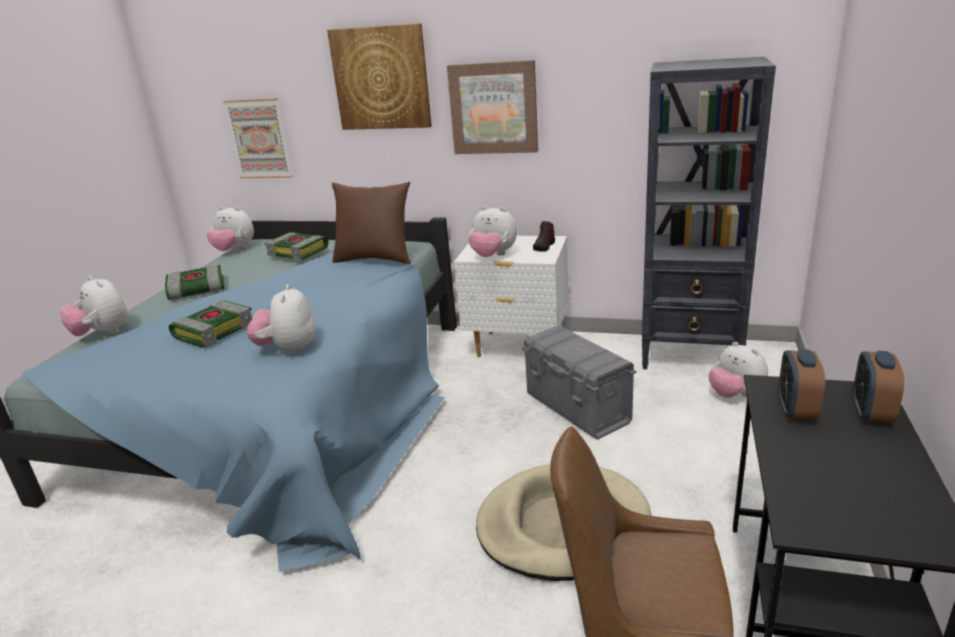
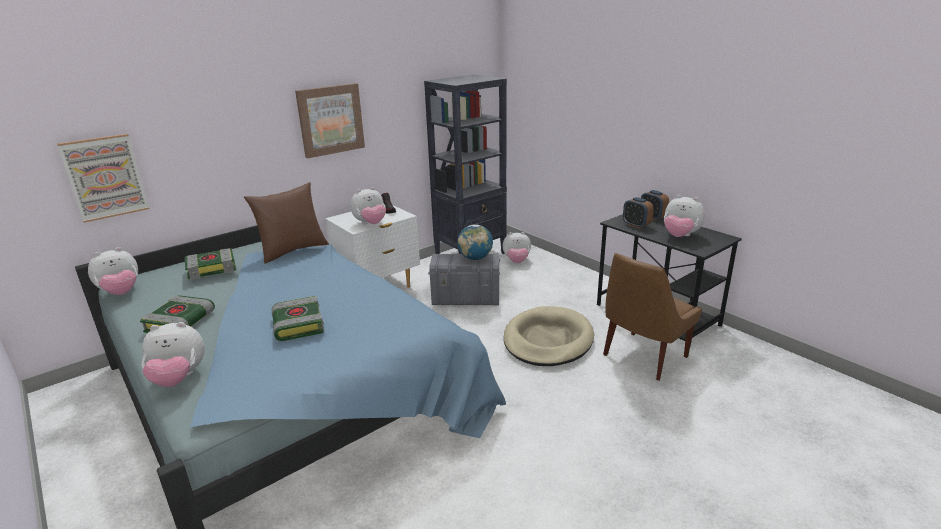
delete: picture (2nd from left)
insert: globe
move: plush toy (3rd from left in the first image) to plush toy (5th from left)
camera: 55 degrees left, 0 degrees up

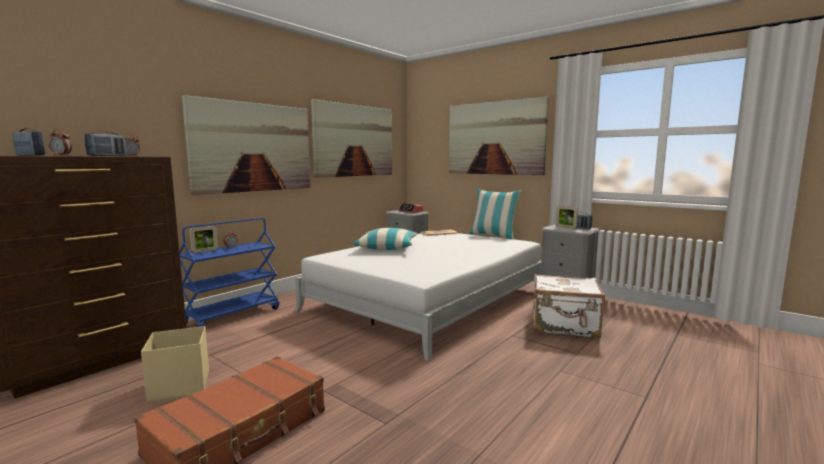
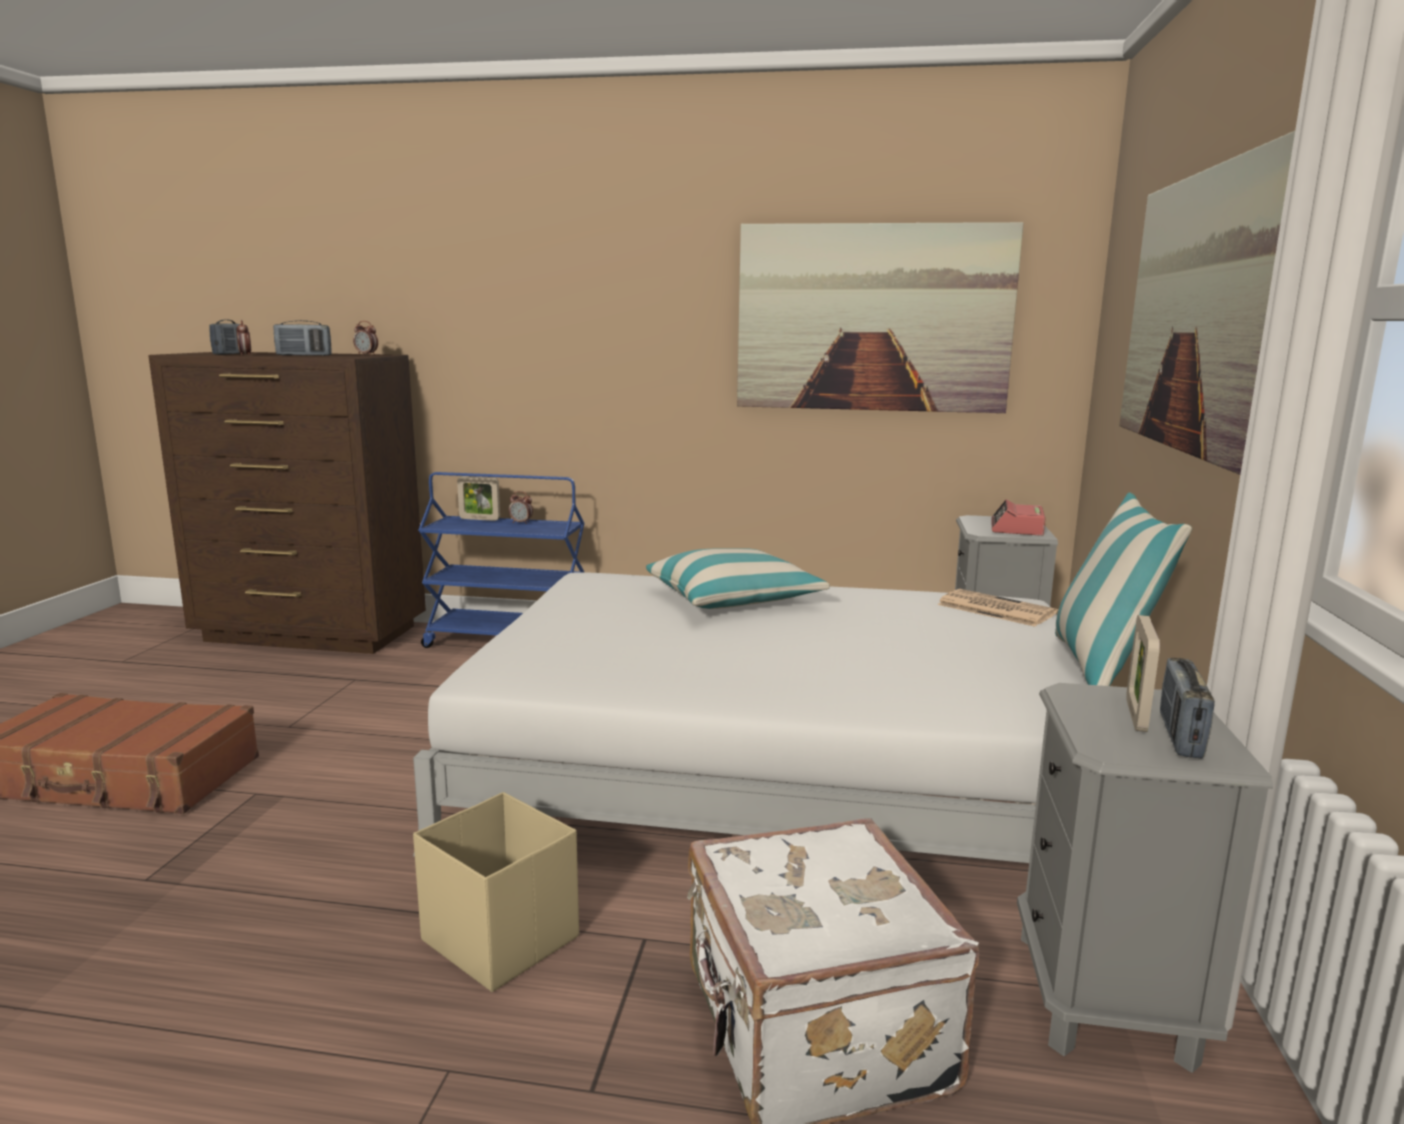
delete: picture (1st from left)
move: beige storage box
camera: 60 degrees right, 5 degrees up

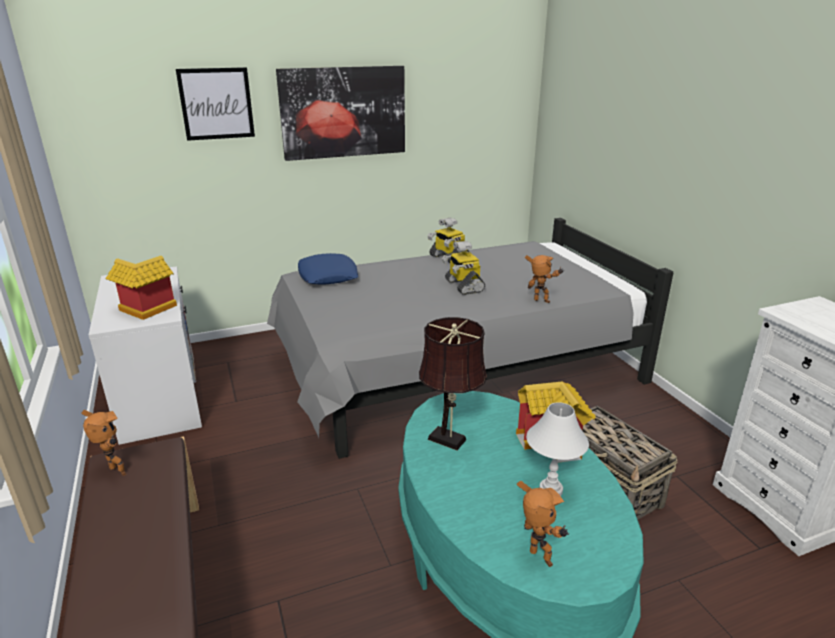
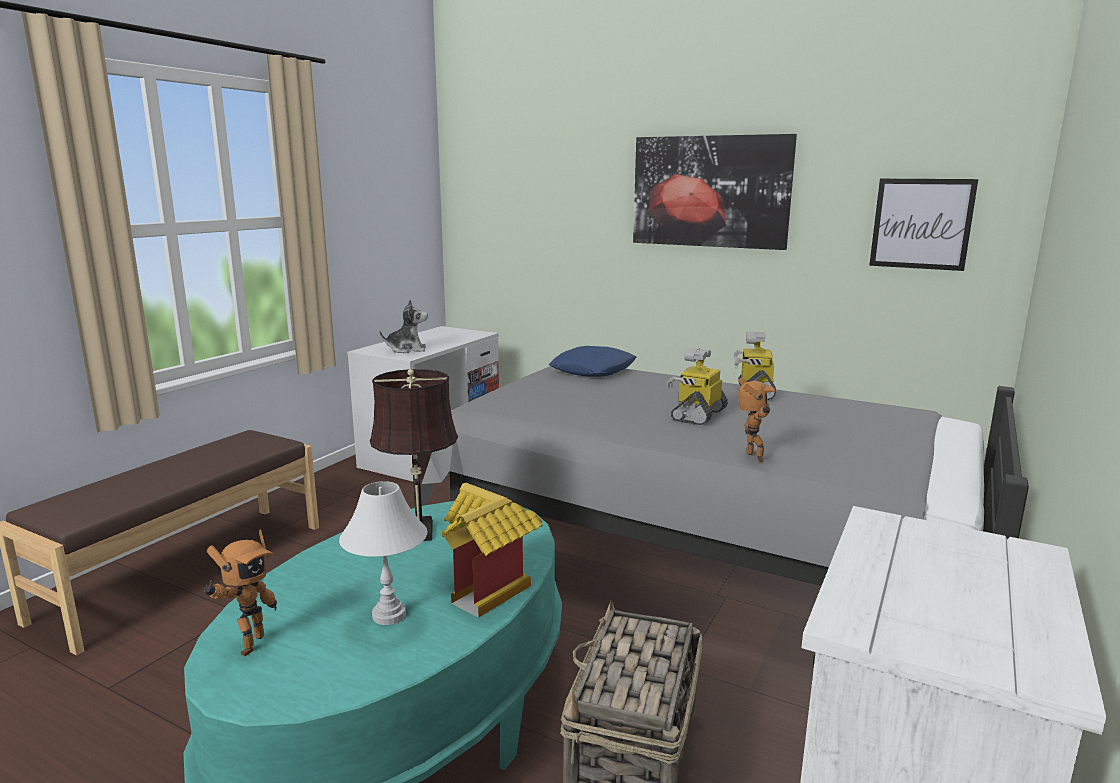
delete: toy robot (1st from left)
move: picture (1st from left in the first image) to picture (2nd from left)
replace: toy house (1st from left) to plush toy
camera: 50 degrees right, 10 degrees down

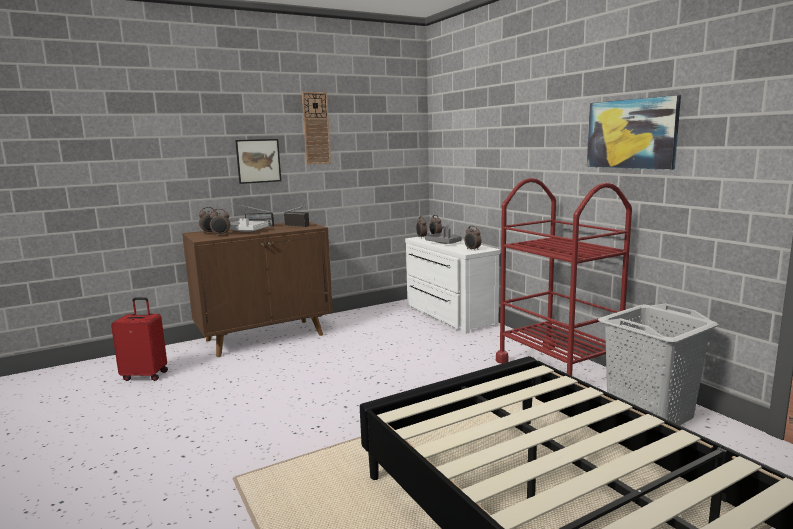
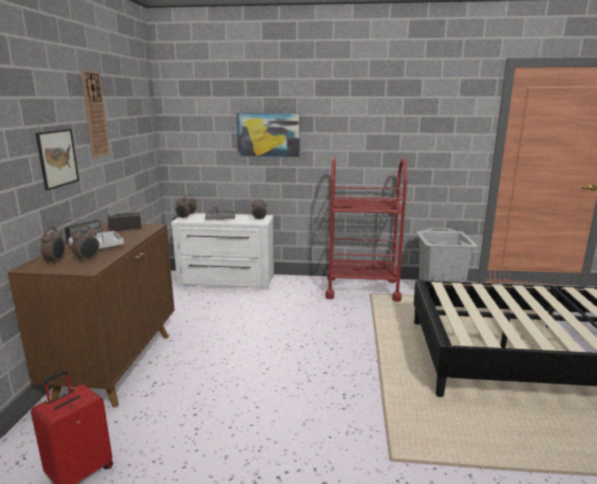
move: picture (2nd from left)
camera: 55 degrees left, 5 degrees up

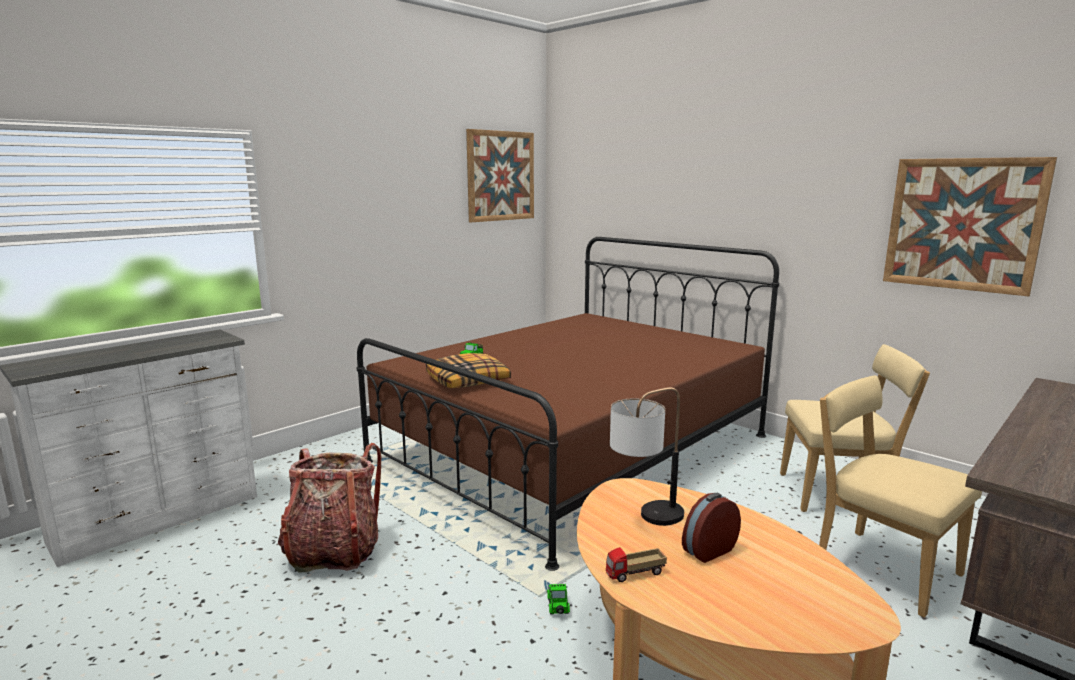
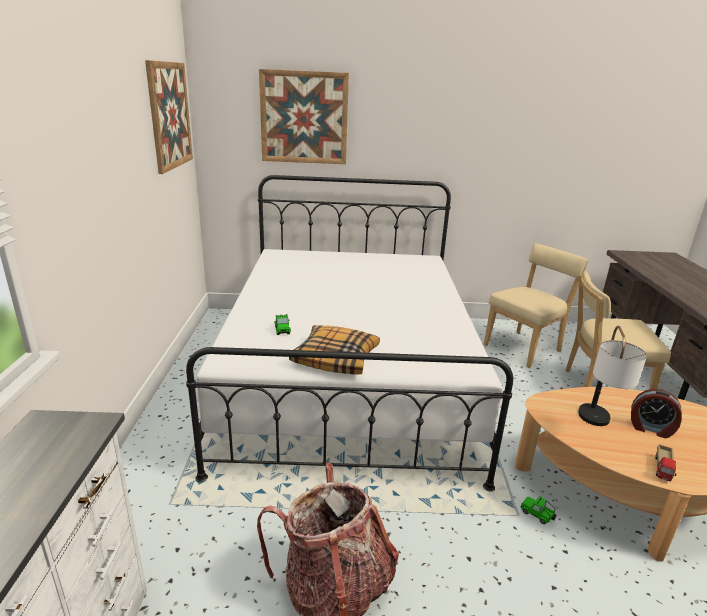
move: picture (2nd from left)
recolor: brown bed to white bed
rotate: alarm clock 75 degrees counterclockwise
camera: 45 degrees left, 10 degrees up

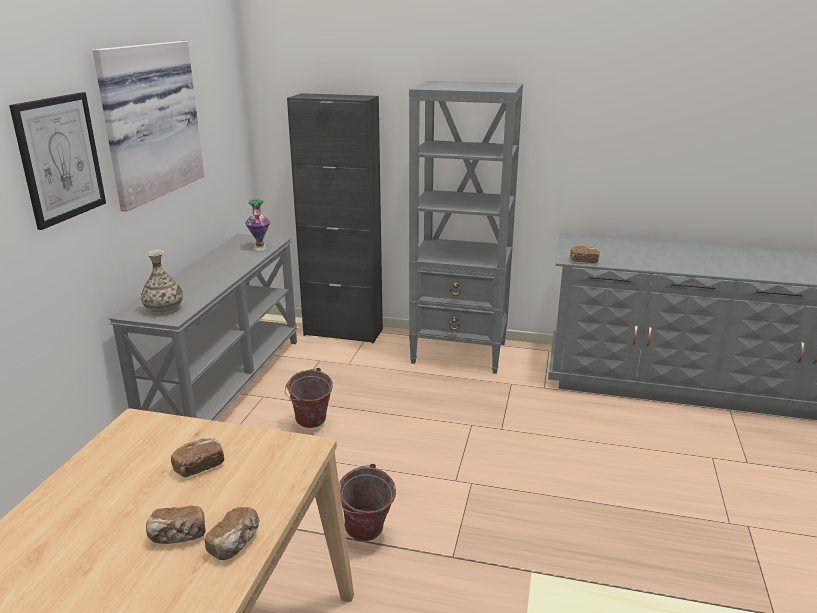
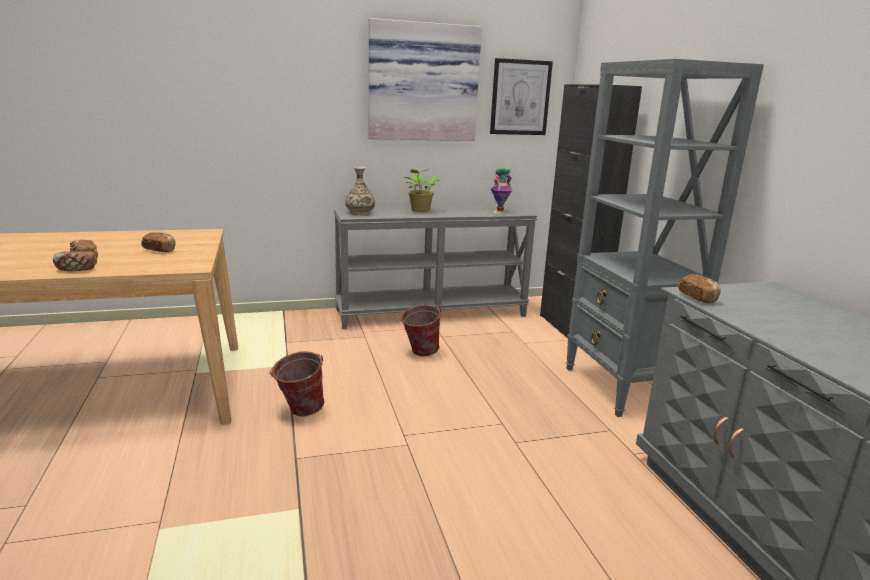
insert: potted plant
move: picture (1st from left in the first image) to picture (2nd from left)
camera: 60 degrees right, 5 degrees down

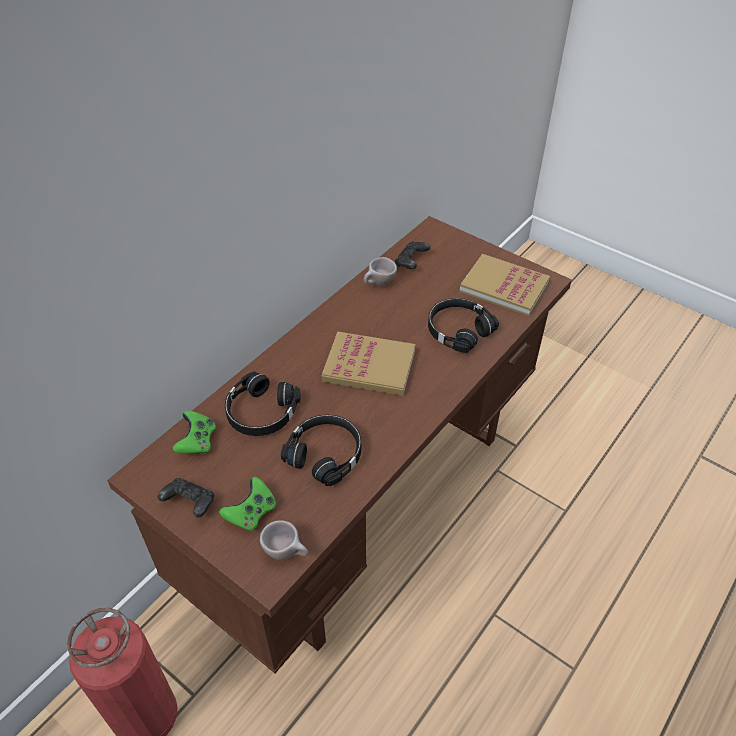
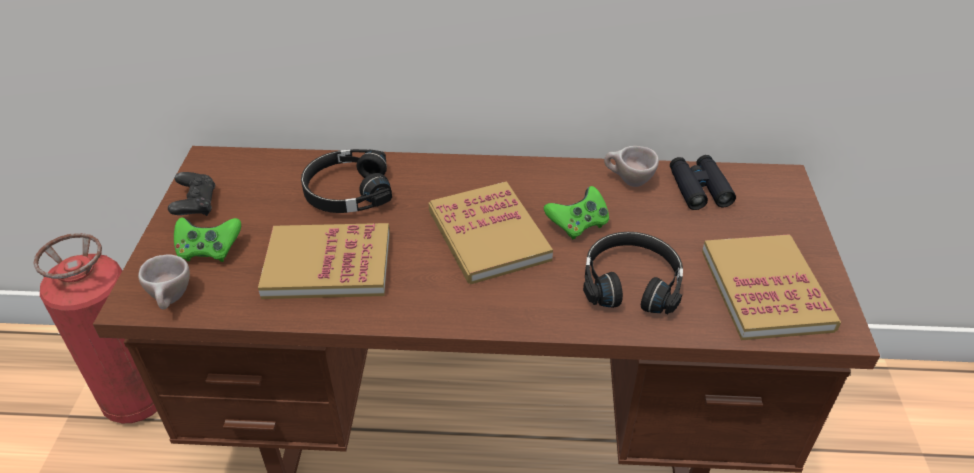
move: green game controller (1st from left in the first image) to green game controller (2nd from left)
replace: black game controller (2nd from left) to black binoculars; black headphones (2nd from left) to book (1st from left)
camera: 55 degrees right, 5 degrees down

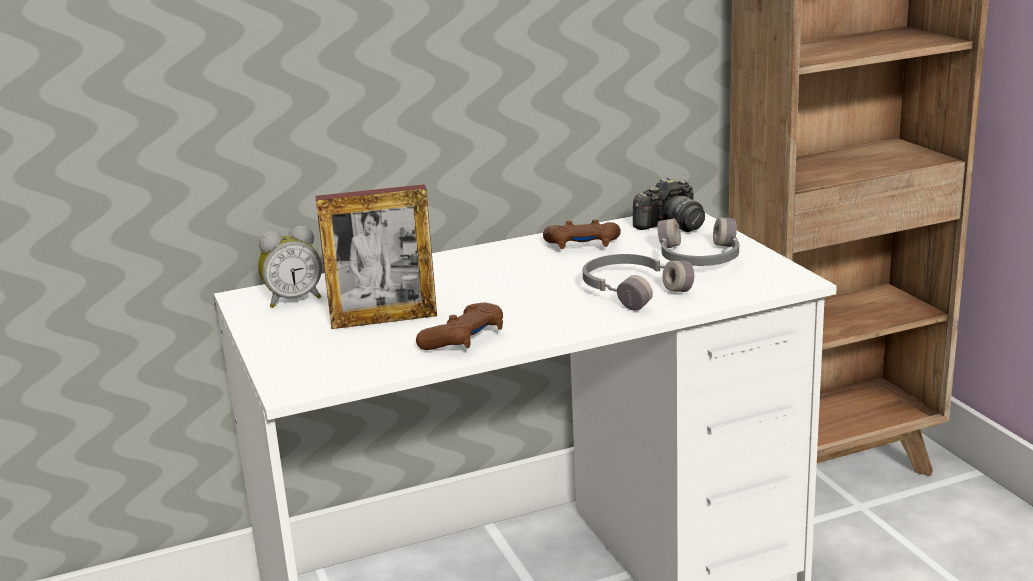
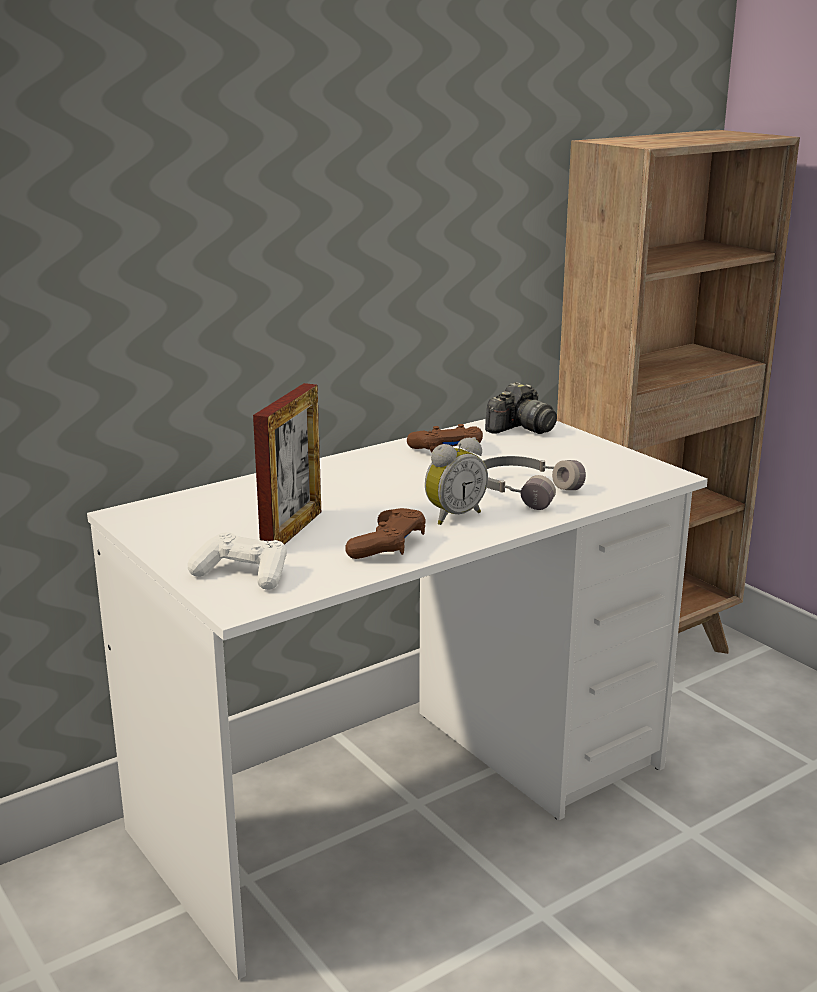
delete: grey headphones (2nd from left)
insert: white game controller
move: alarm clock
rotate: picture frame 45 degrees counterclockwise
camera: 15 degrees left, 0 degrees up

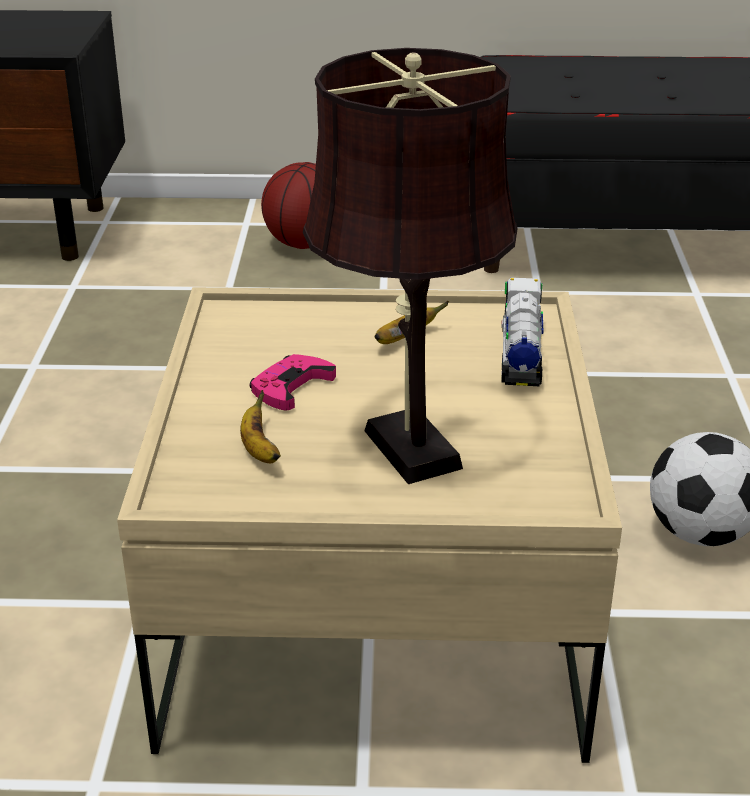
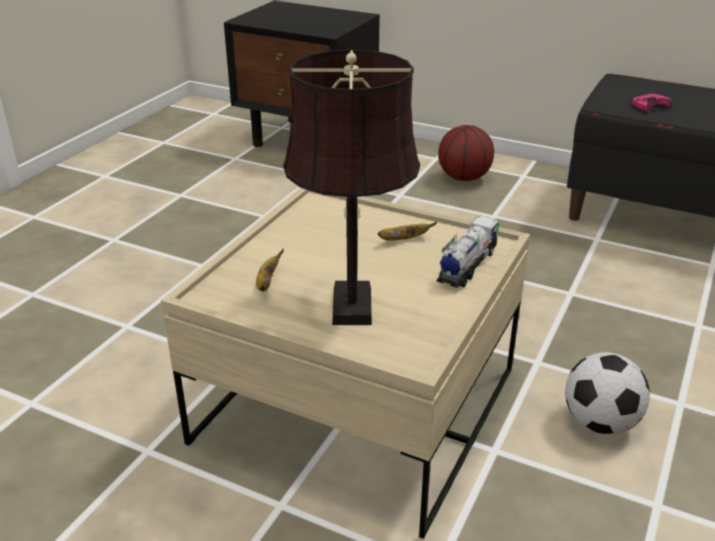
move: pink game controller
camera: 25 degrees right, 0 degrees up

